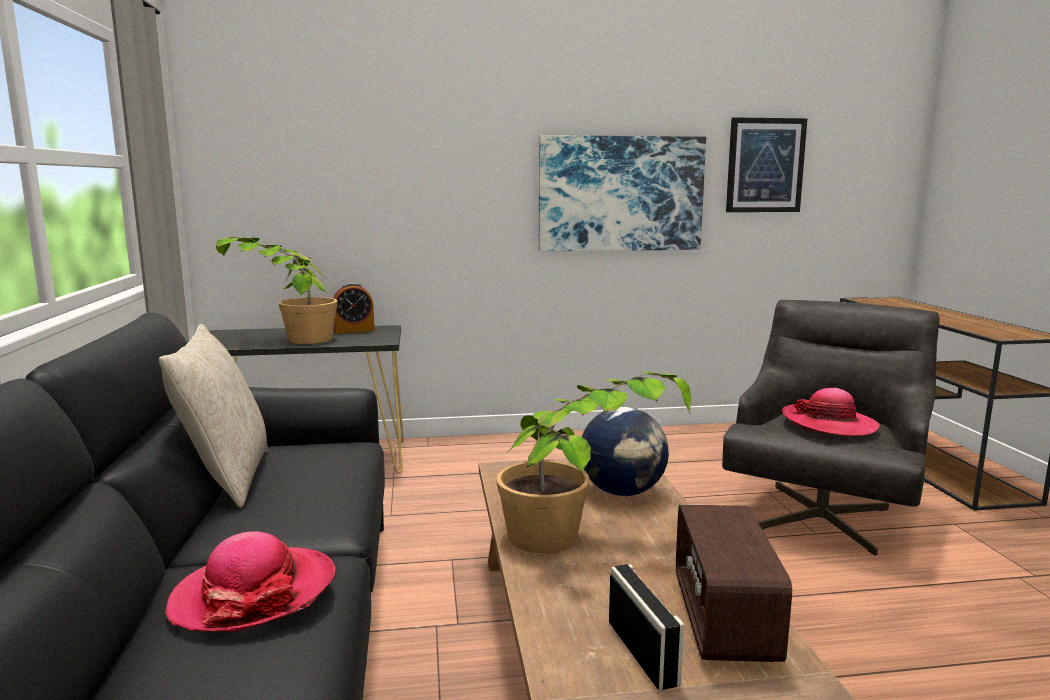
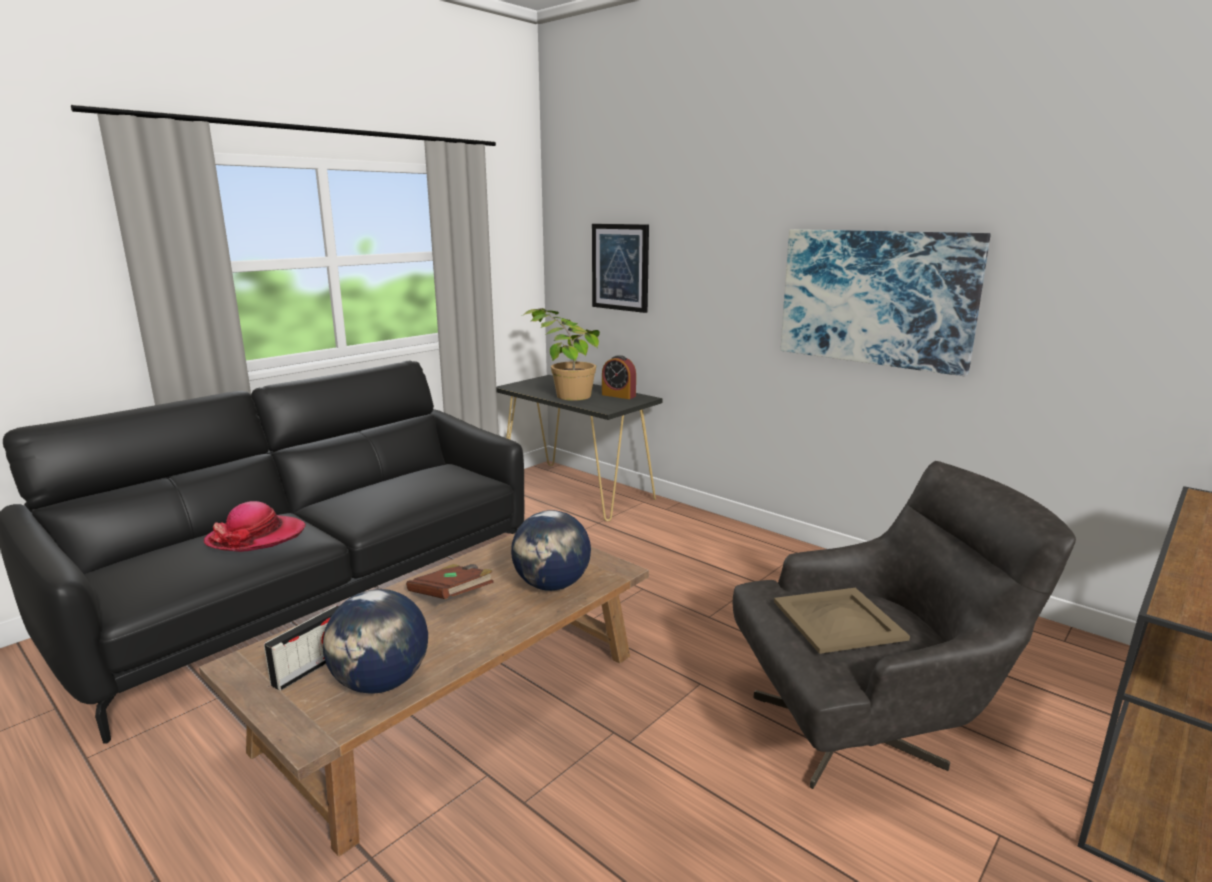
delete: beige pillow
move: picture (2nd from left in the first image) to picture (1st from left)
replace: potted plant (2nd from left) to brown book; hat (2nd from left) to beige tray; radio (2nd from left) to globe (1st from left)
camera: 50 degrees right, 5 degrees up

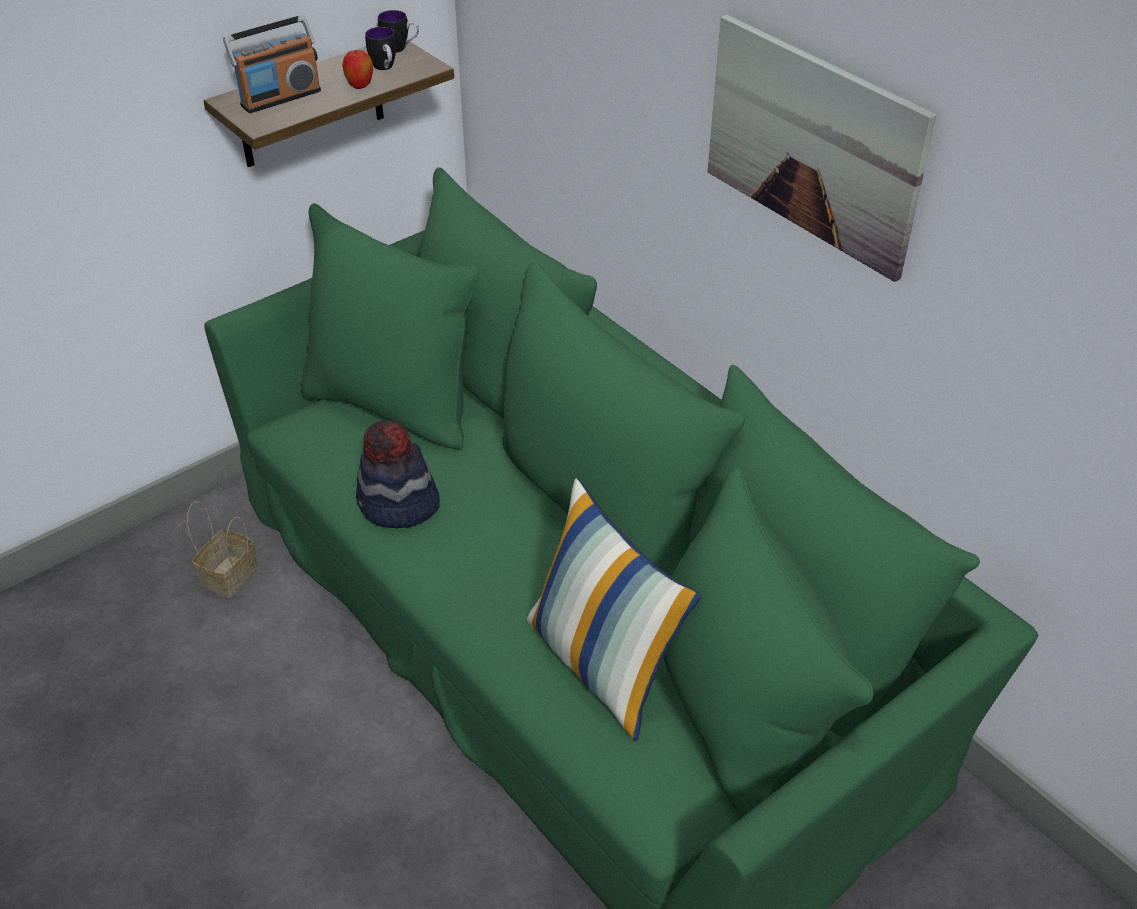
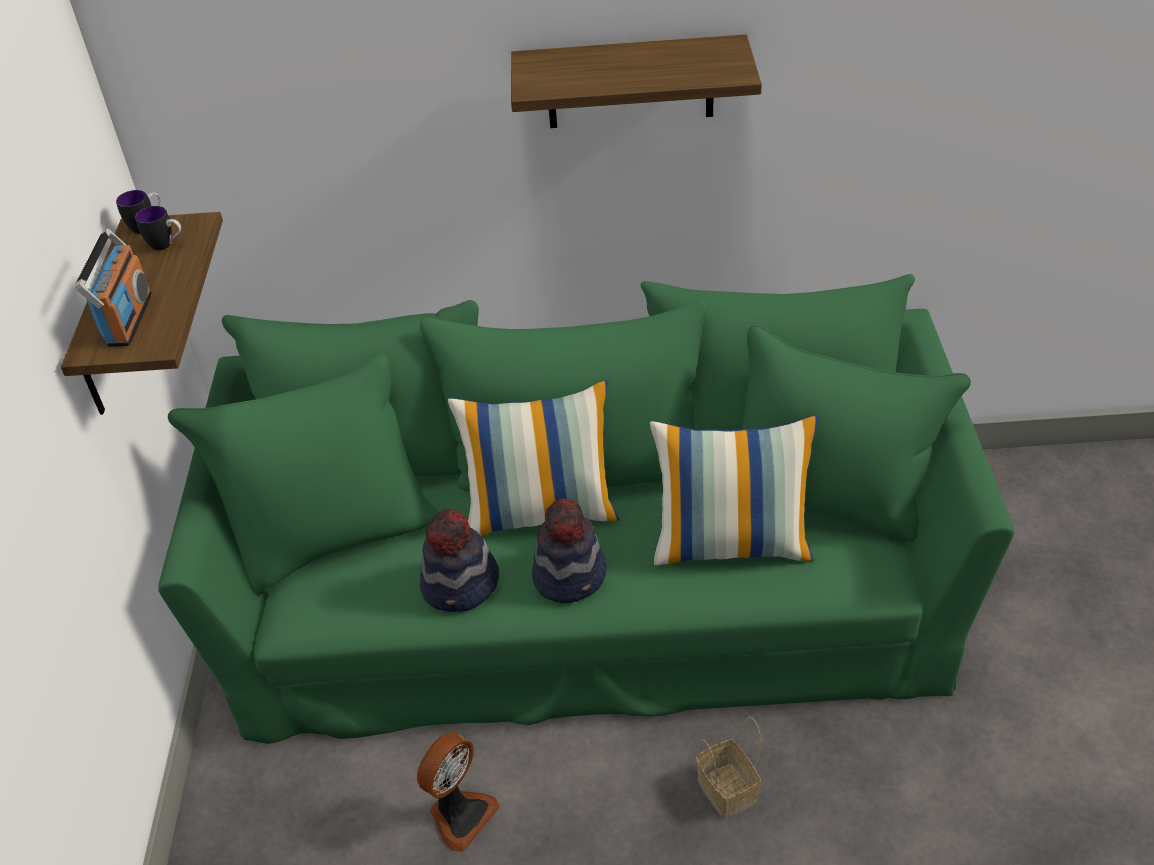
delete: apple
insert: pillow (1st from left); hat (2nd from left); fan
move: basket
replace: picture to shelf (2nd from left)
camera: 50 degrees left, 0 degrees up

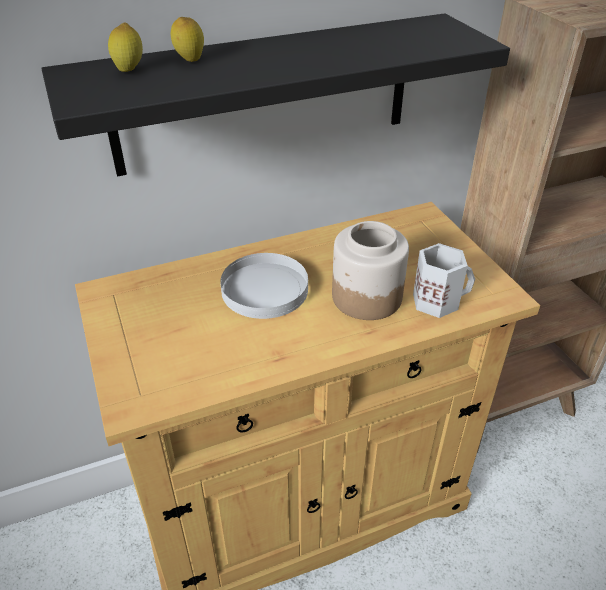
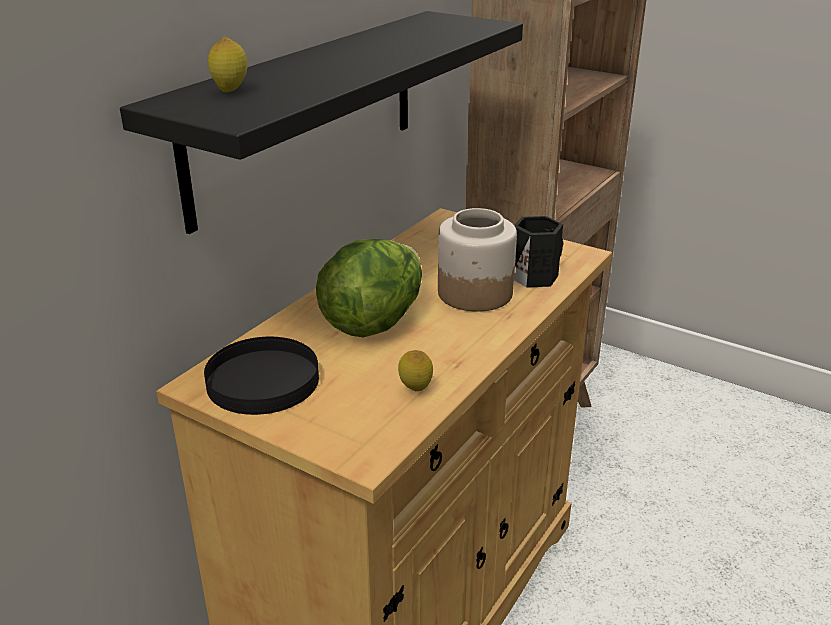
insert: black plate
move: lemon (2nd from left)
replace: white plate to lettuce
recolor: white mug to black mug
camera: 35 degrees left, 10 degrees down

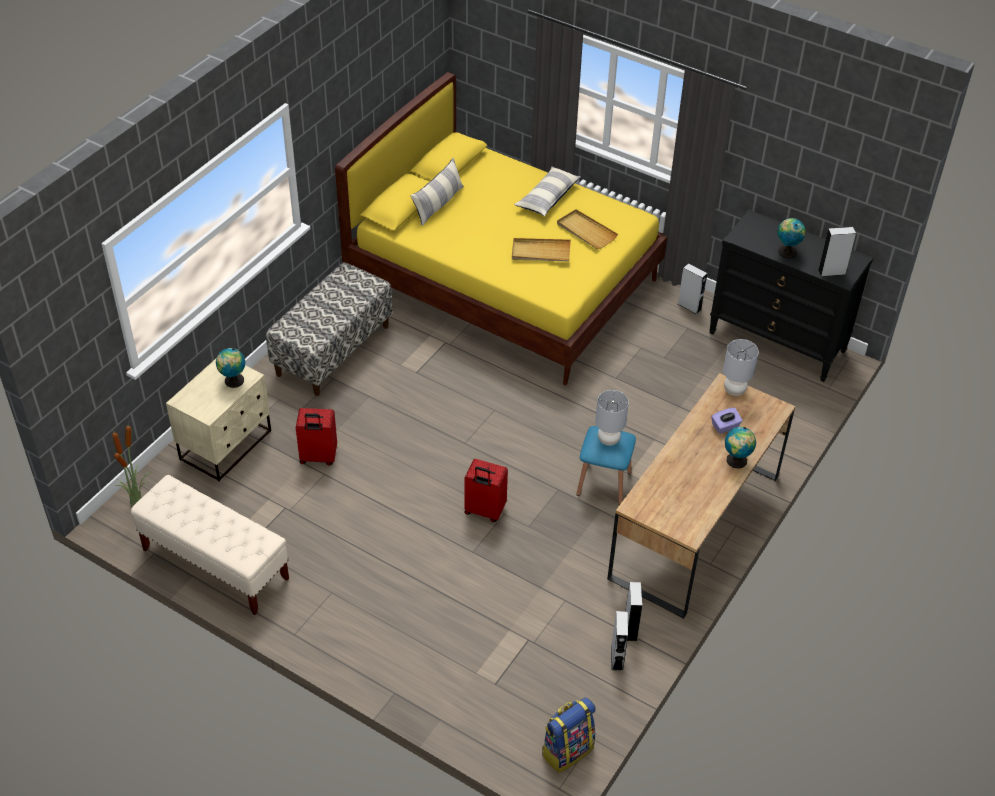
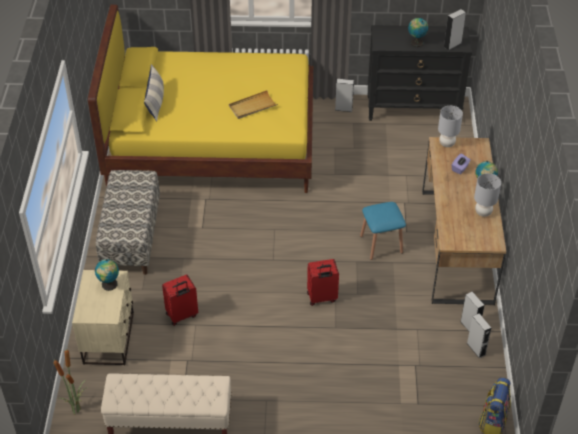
delete: pillow (2nd from left); beige tray (2nd from left)
move: grey table lamp (1st from left in the first image) to grey table lamp (2nd from left)
camera: 30 degrees left, 0 degrees up

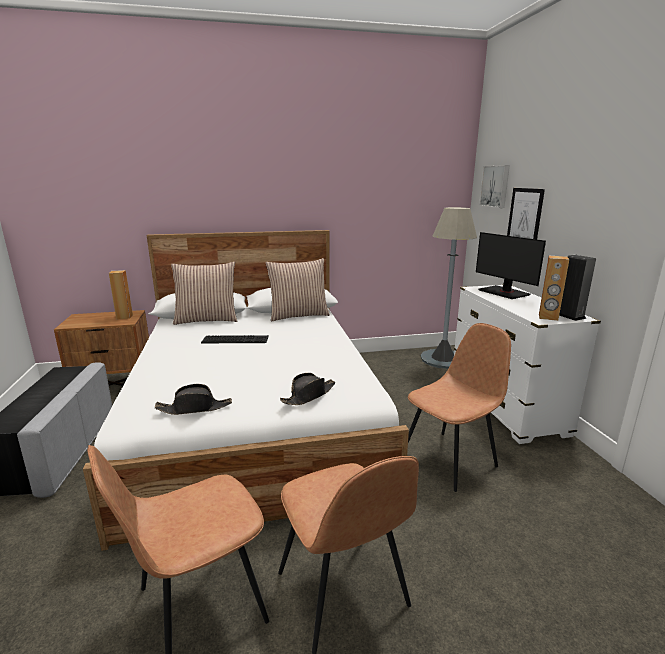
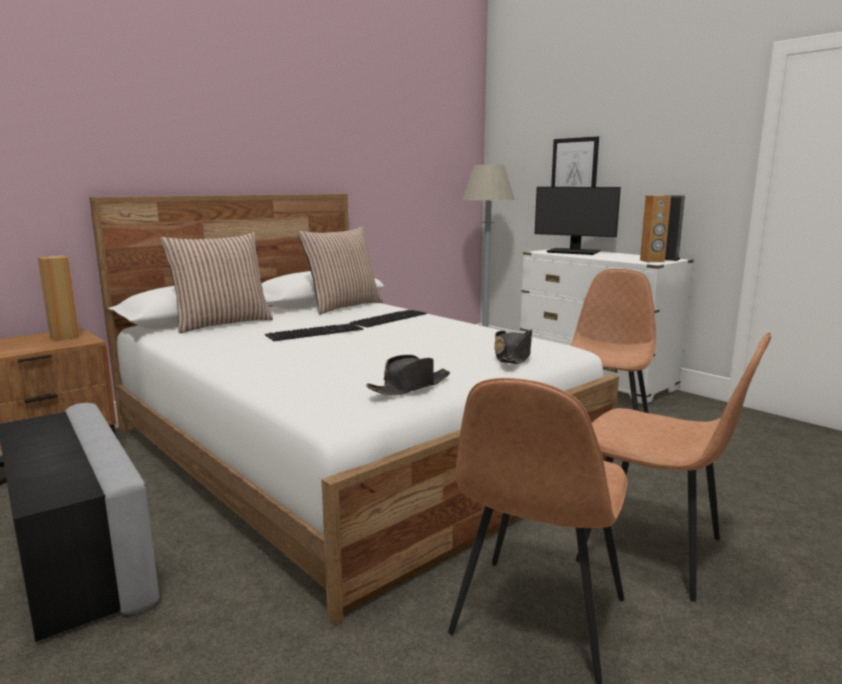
delete: picture (1st from left)
insert: keyboard (2nd from left)
camera: 30 degrees left, 5 degrees down

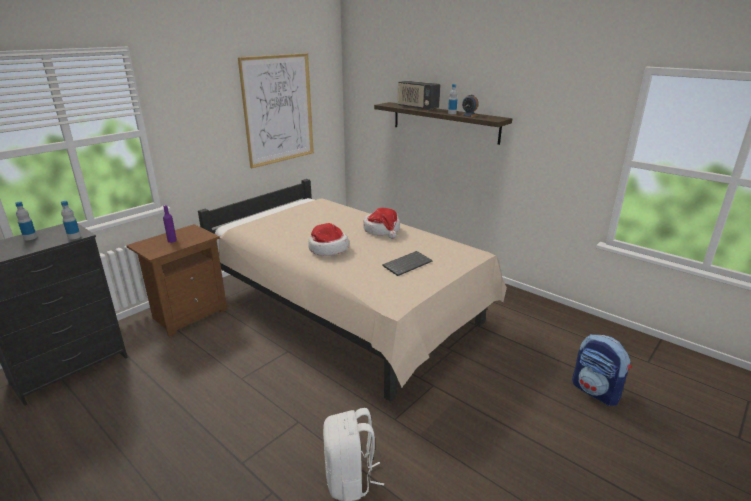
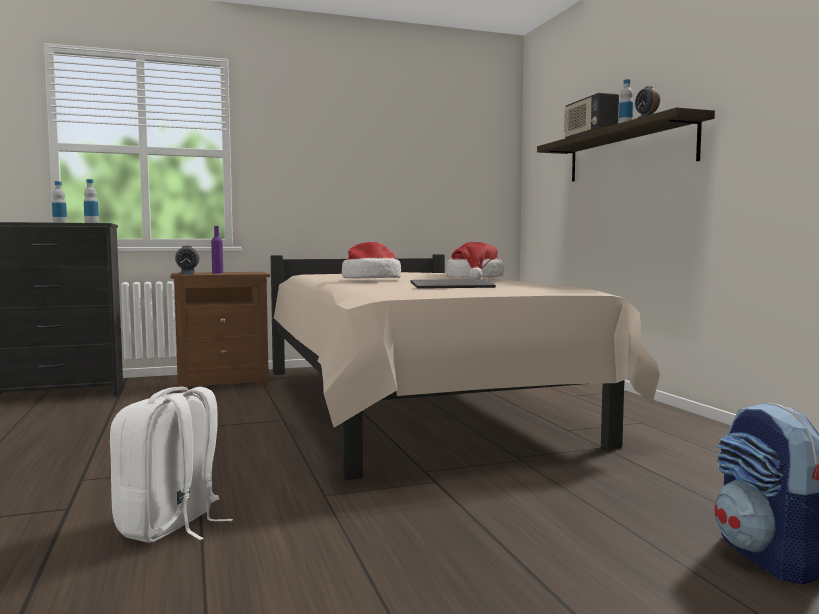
delete: picture
insert: alarm clock (1st from left)
camera: 30 degrees right, 20 degrees down

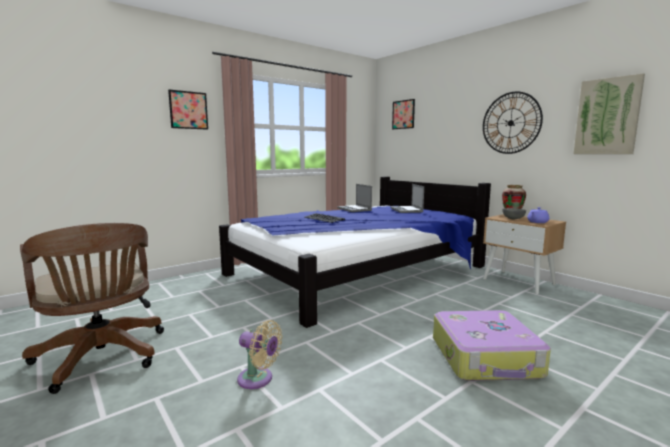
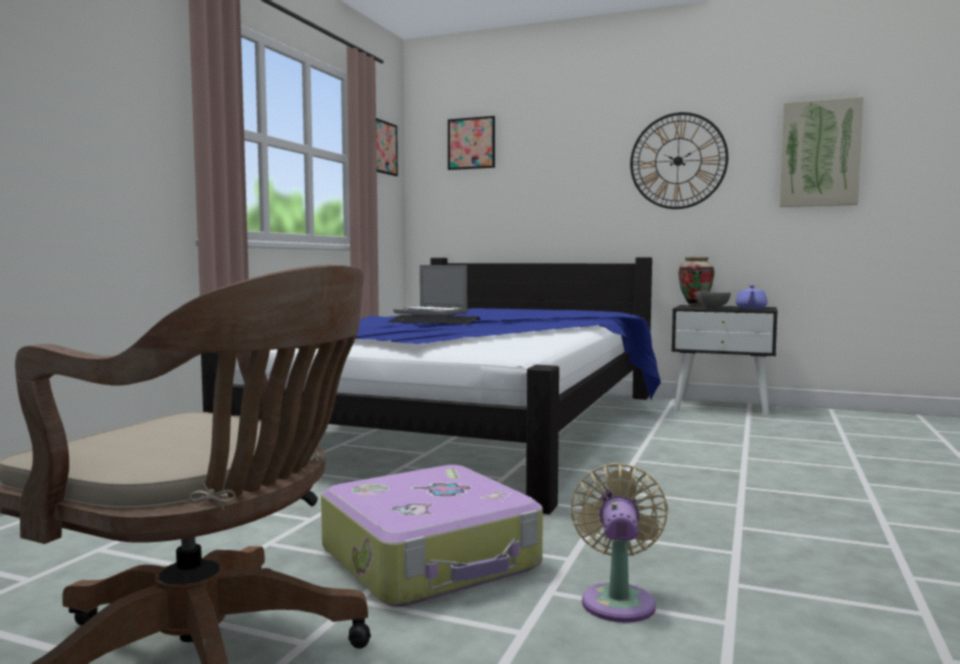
delete: laptop (2nd from left)
move: picture (1st from left); suitcase
recolor: beige nightstand to black nightstand
rotate: beige fan 75 degrees counterclockwise
camera: 30 degrees left, 5 degrees down

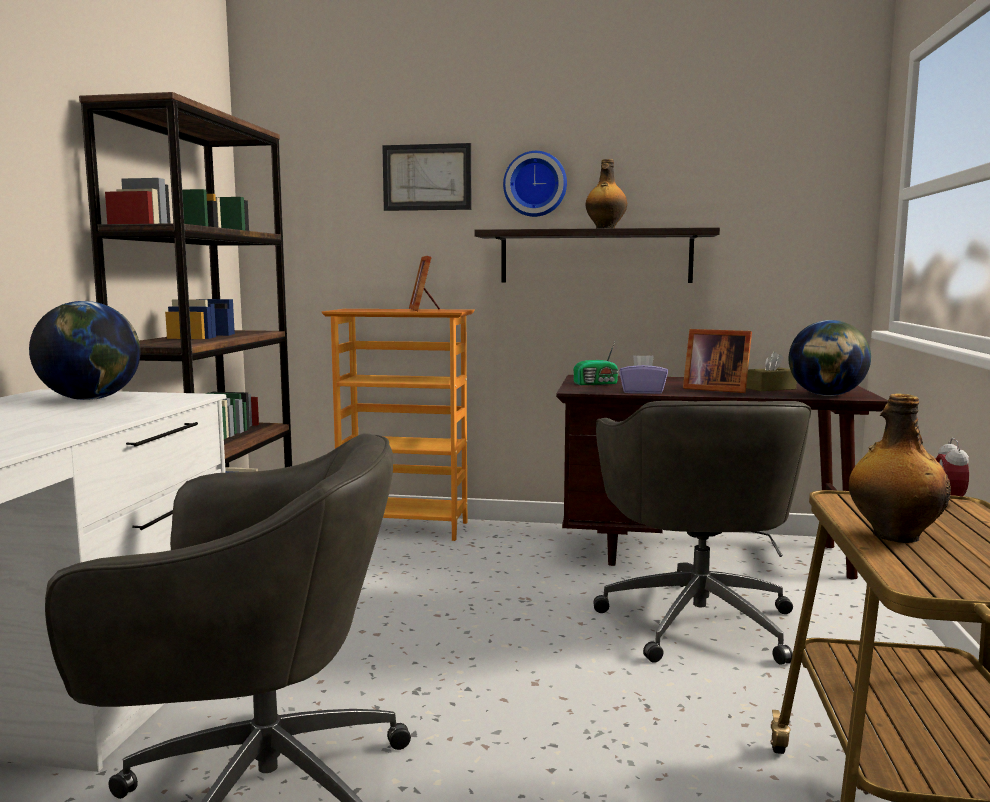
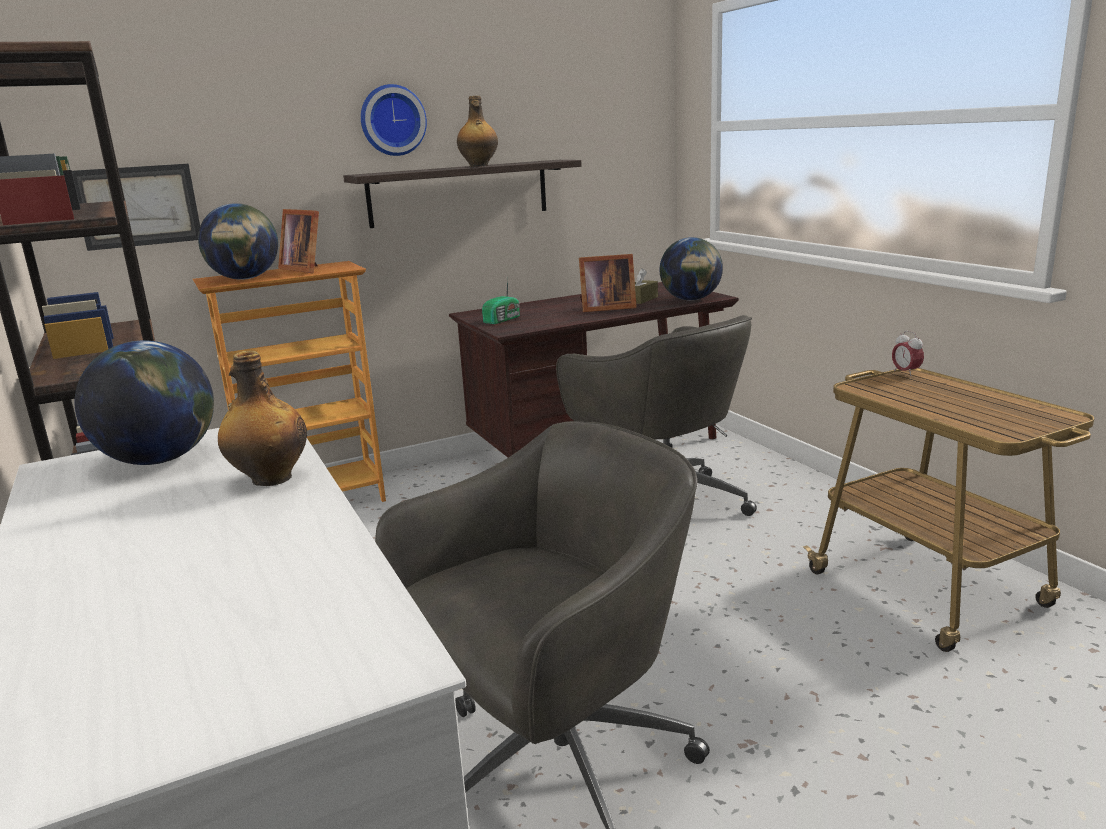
delete: purple tissue box
insert: globe (2nd from left)
move: picture; bottle (2nd from left in the first image) to bottle (1st from left)
camera: 35 degrees left, 10 degrees up

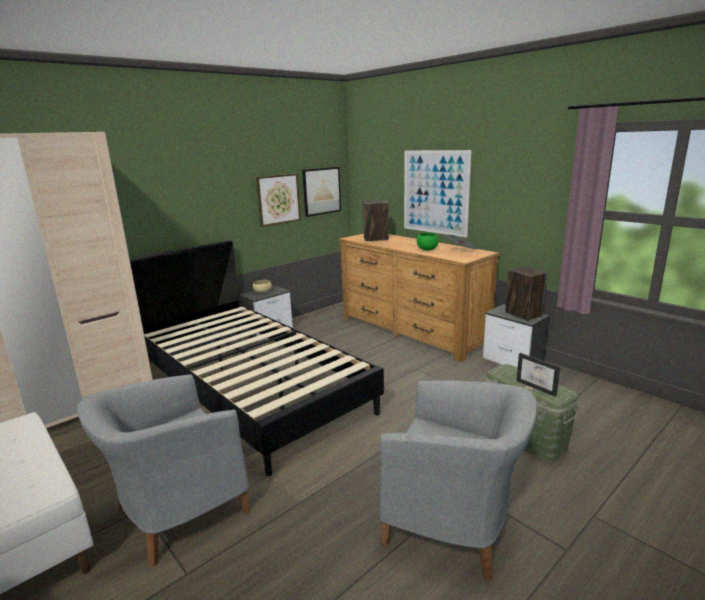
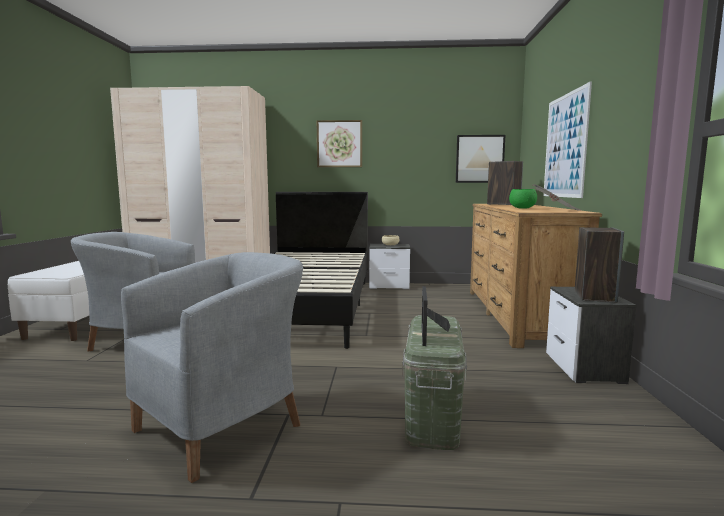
move: picture (1st from left)
rotate: grey armchair (2nd from left) 120 degrees counterclockwise
camera: 45 degrees right, 10 degrees down

